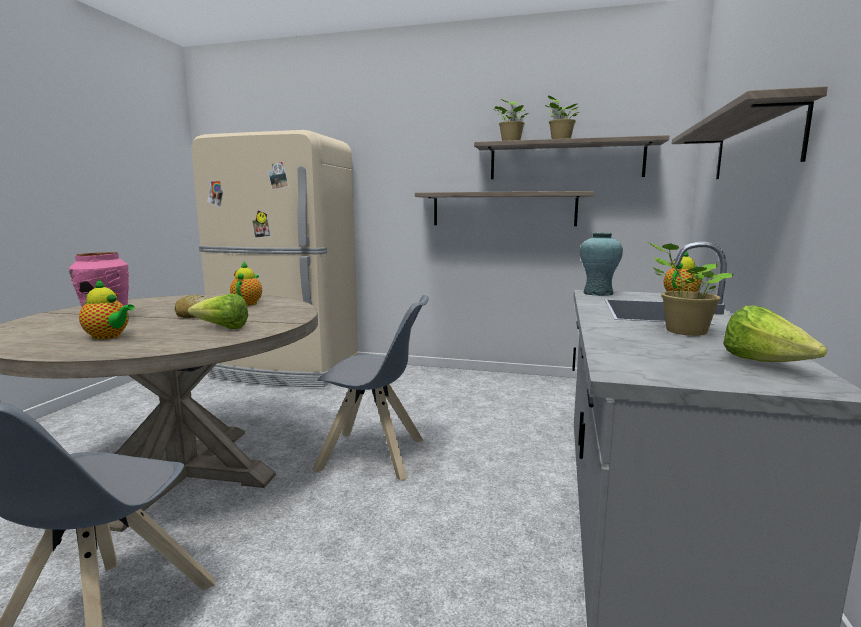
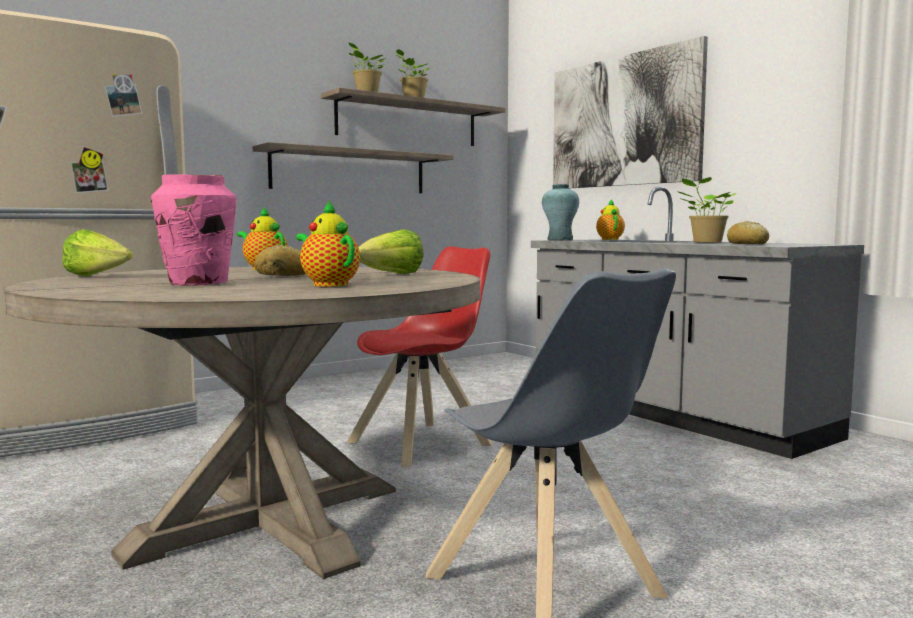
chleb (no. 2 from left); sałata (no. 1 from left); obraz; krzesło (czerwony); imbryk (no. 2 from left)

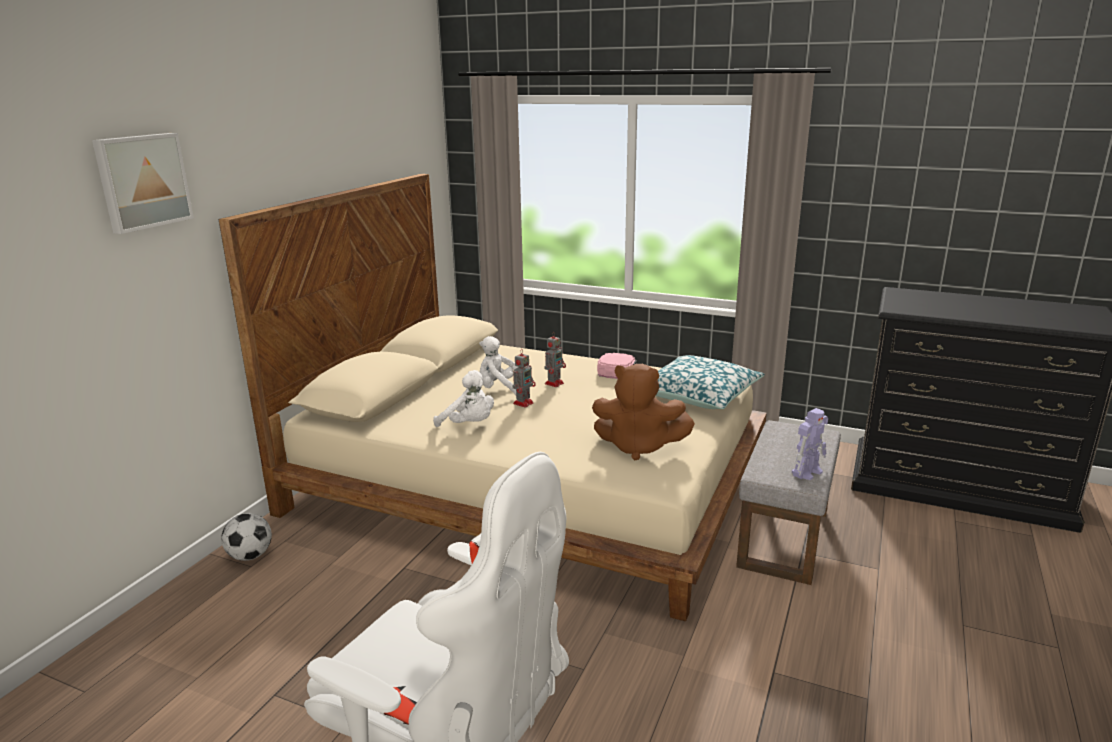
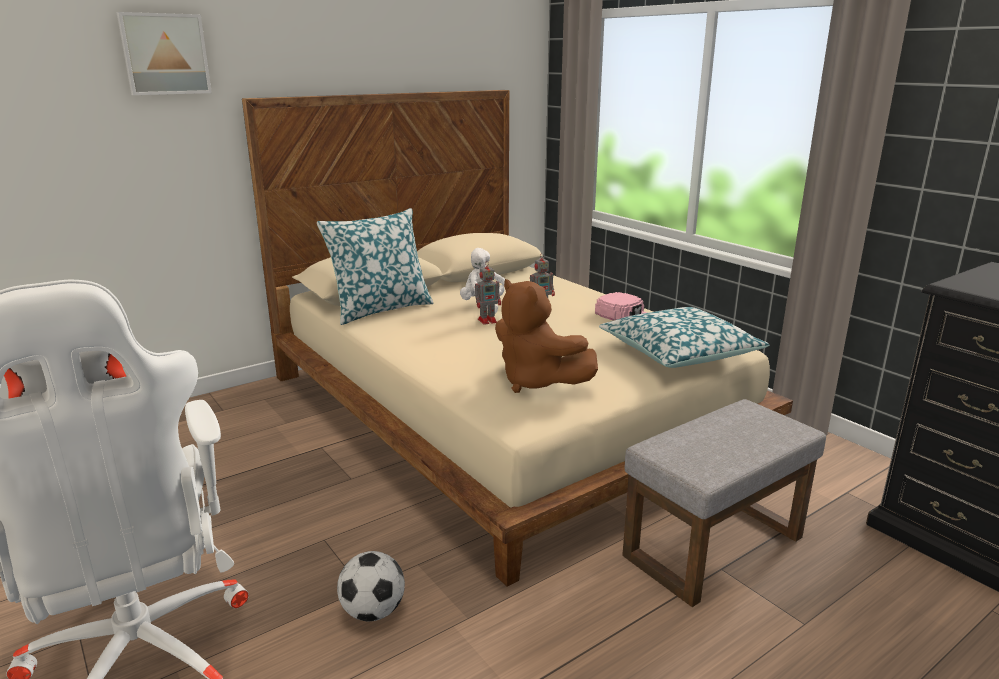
pluszak (biały) (no. 1 from left in the first image); robot zabawkowy (no. 3 from left in the first image); poduszka (no. 1 from left); piłka futbolowa

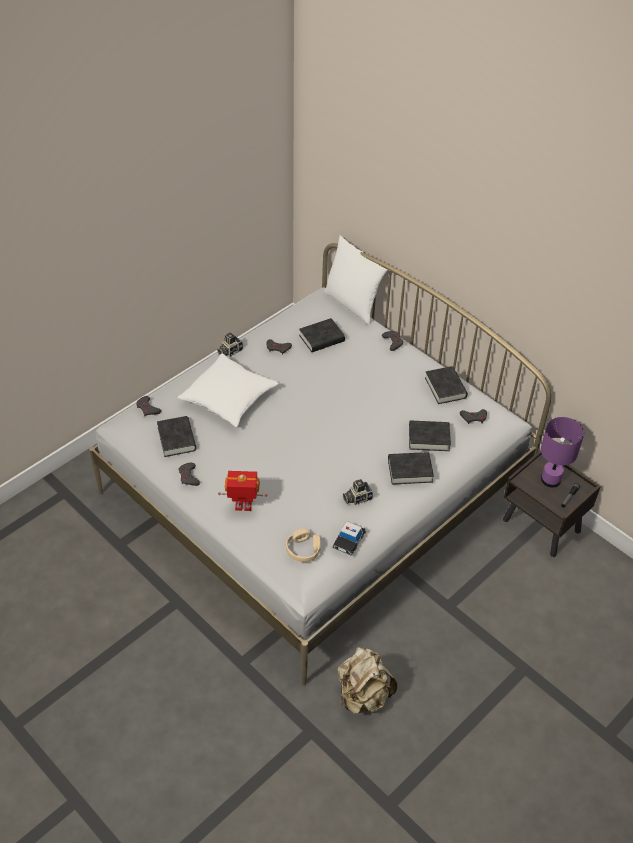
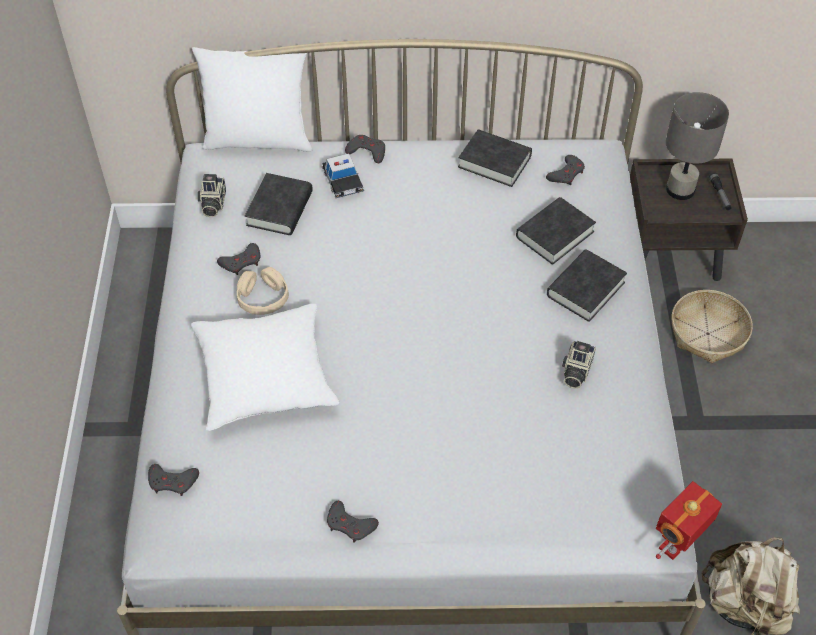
książka (czarny) (no. 1 from left in the first image); koszyk; aparat fotograficzny (no. 1 from left); robot zabawkowy; słuchawki (beżowy); samochodzik; lampa stołowa (szary)

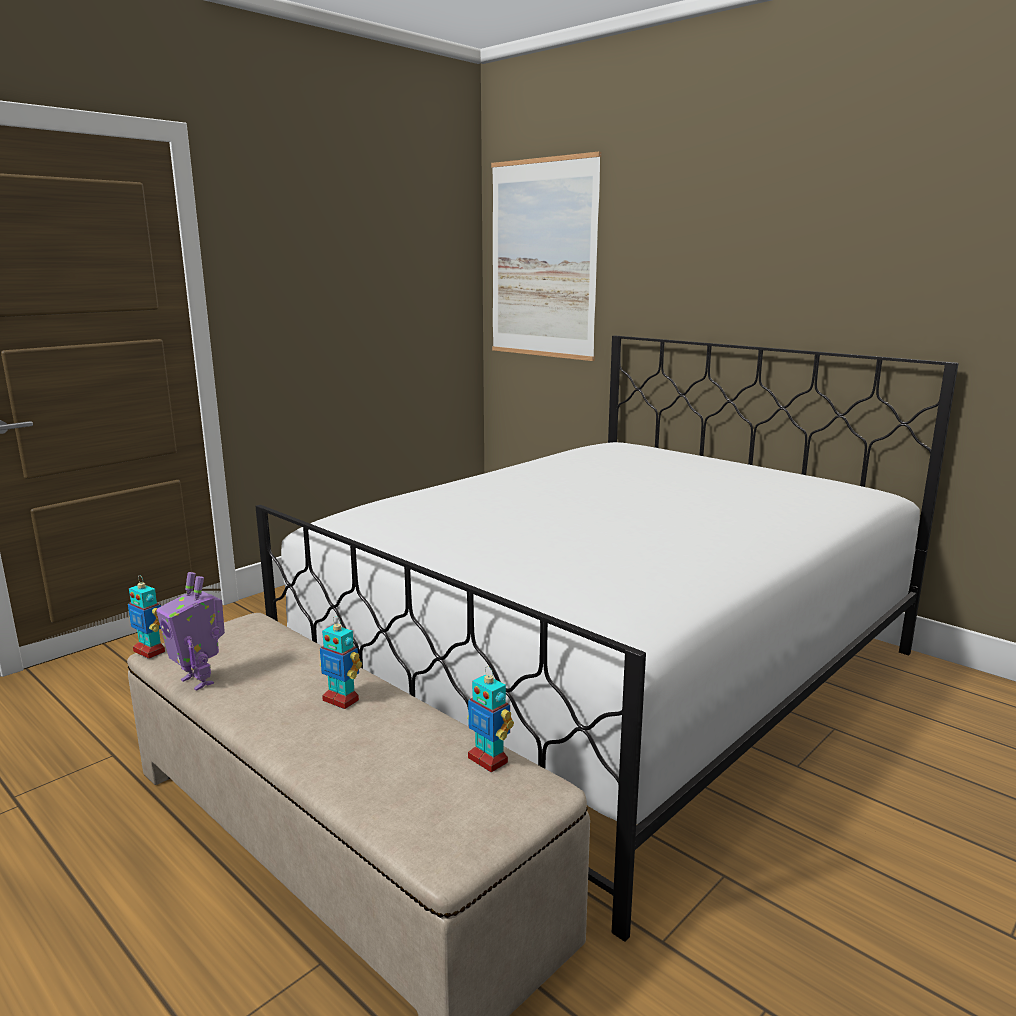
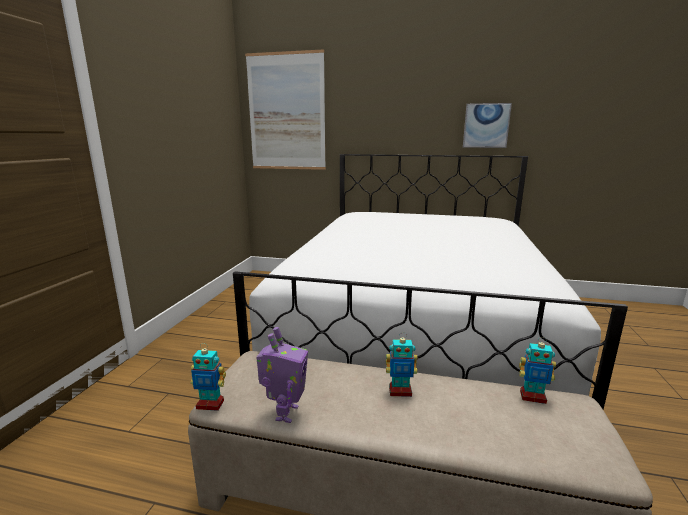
obraz (no. 2 from left); robot zabawkowy (no. 2 from left)

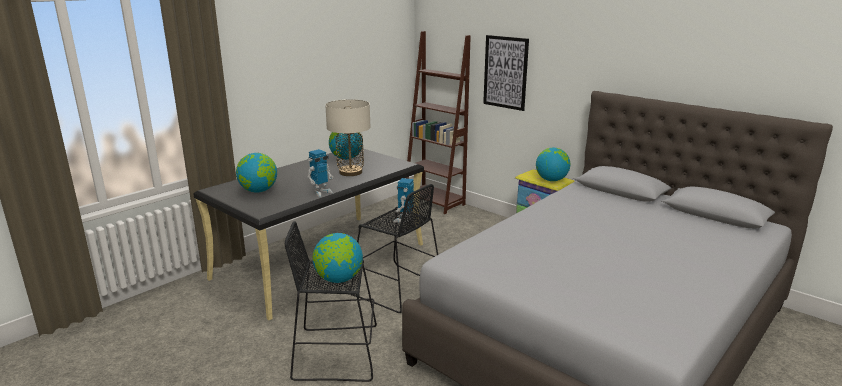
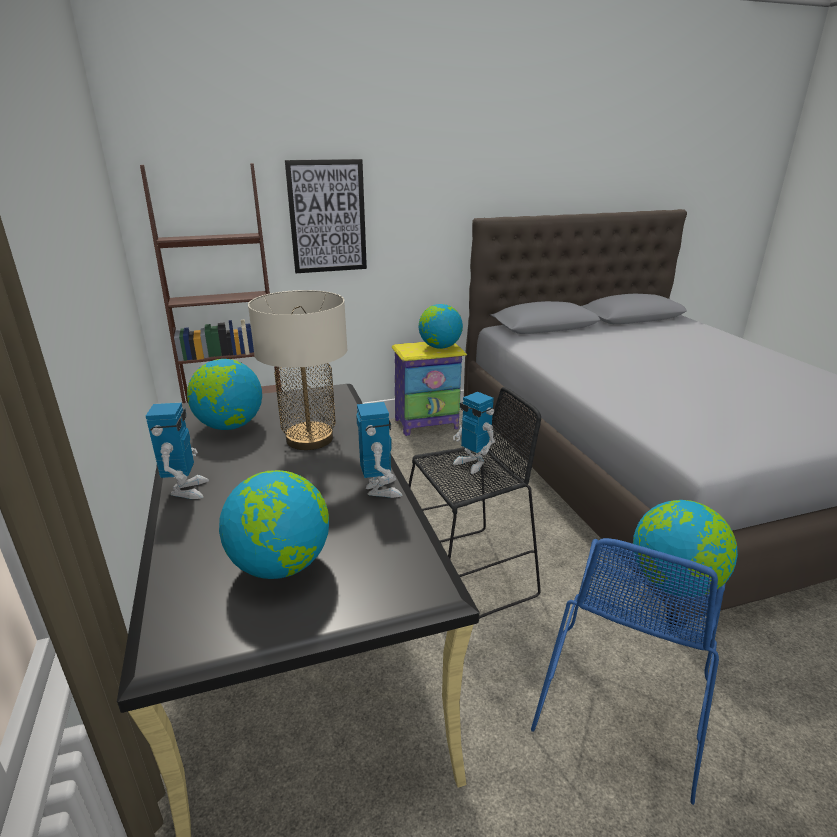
robot zabawkowy (no. 1 from left); stołek (niebieski)

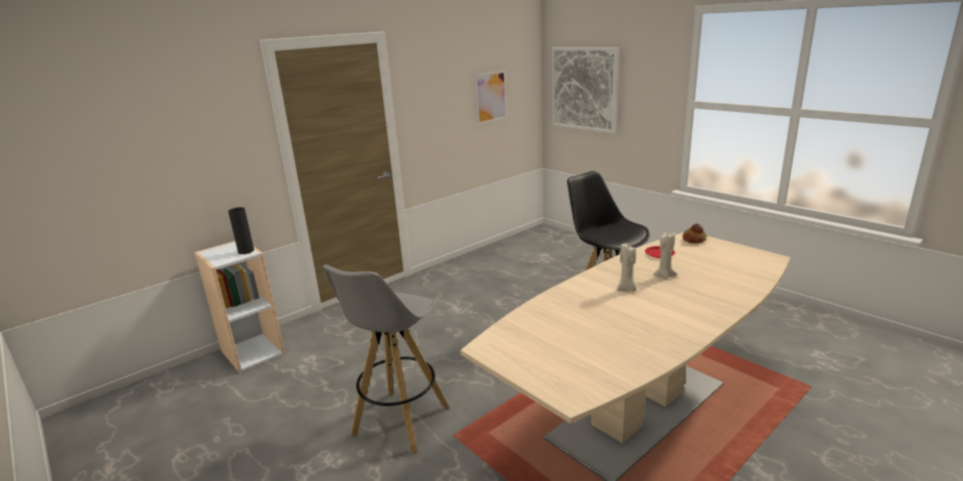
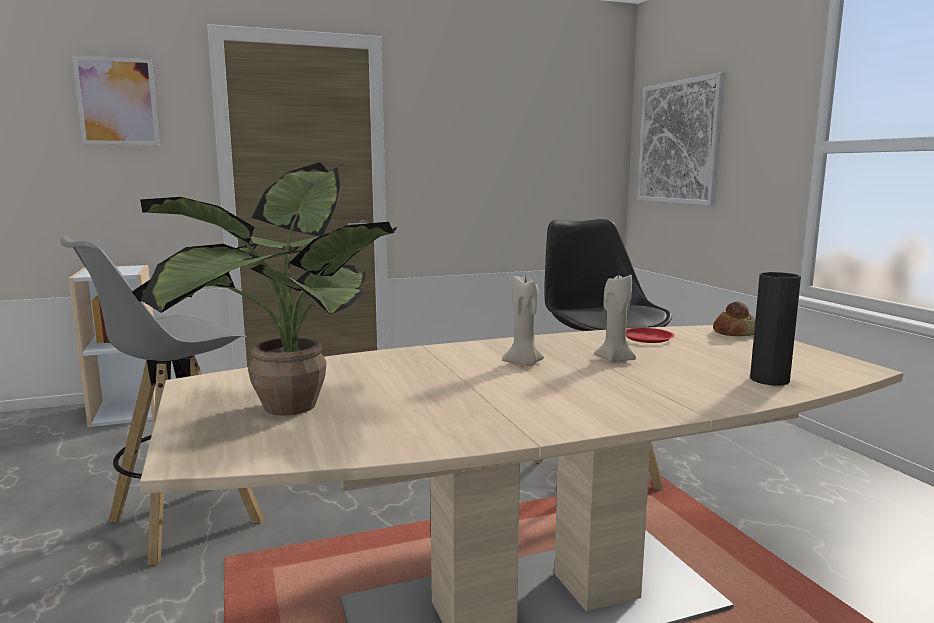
roślina doniczkowa; wazon (czarny); obraz (no. 1 from left)

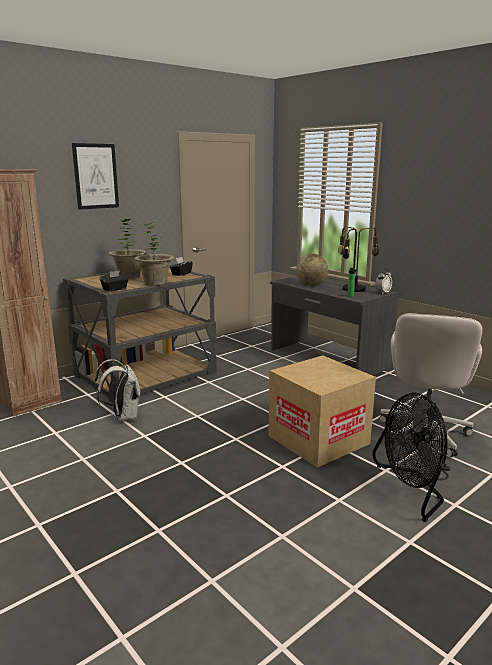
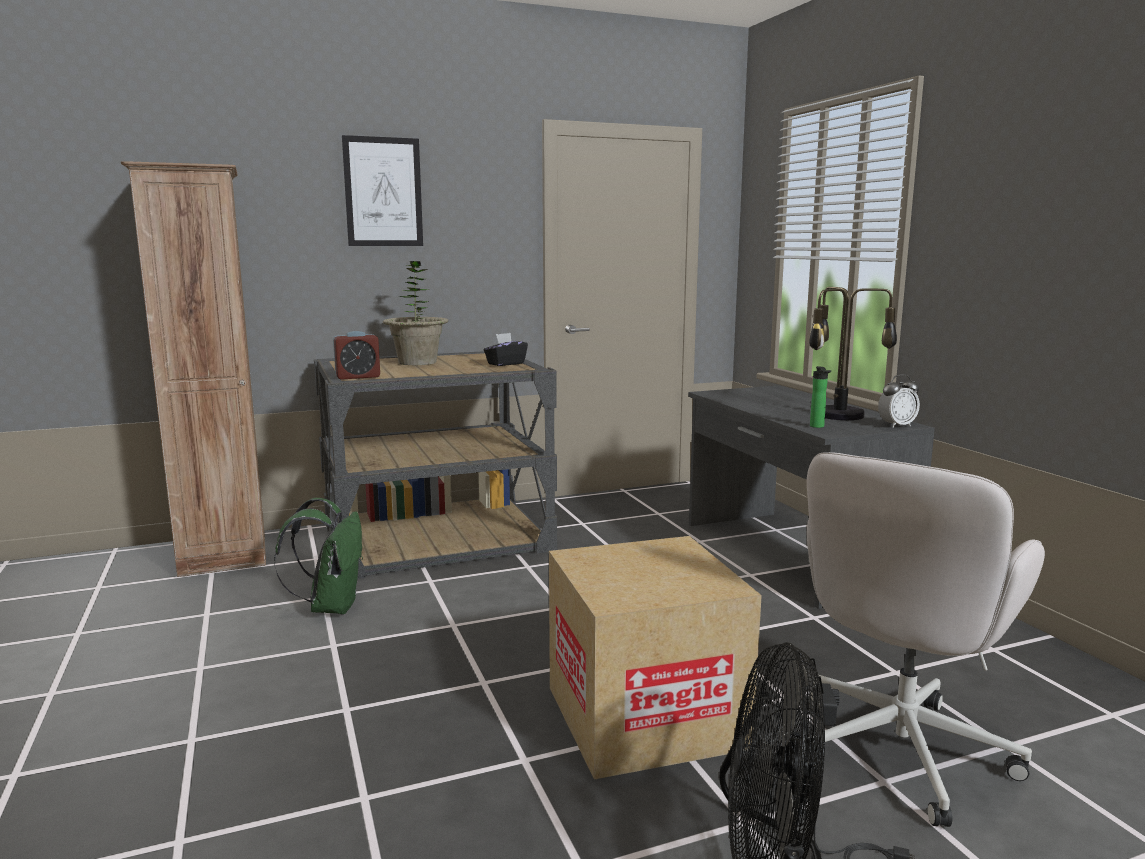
roślina doniczkowa (no. 2 from left in the first image); globus; budzik (no. 1 from left); plecak (zielony)

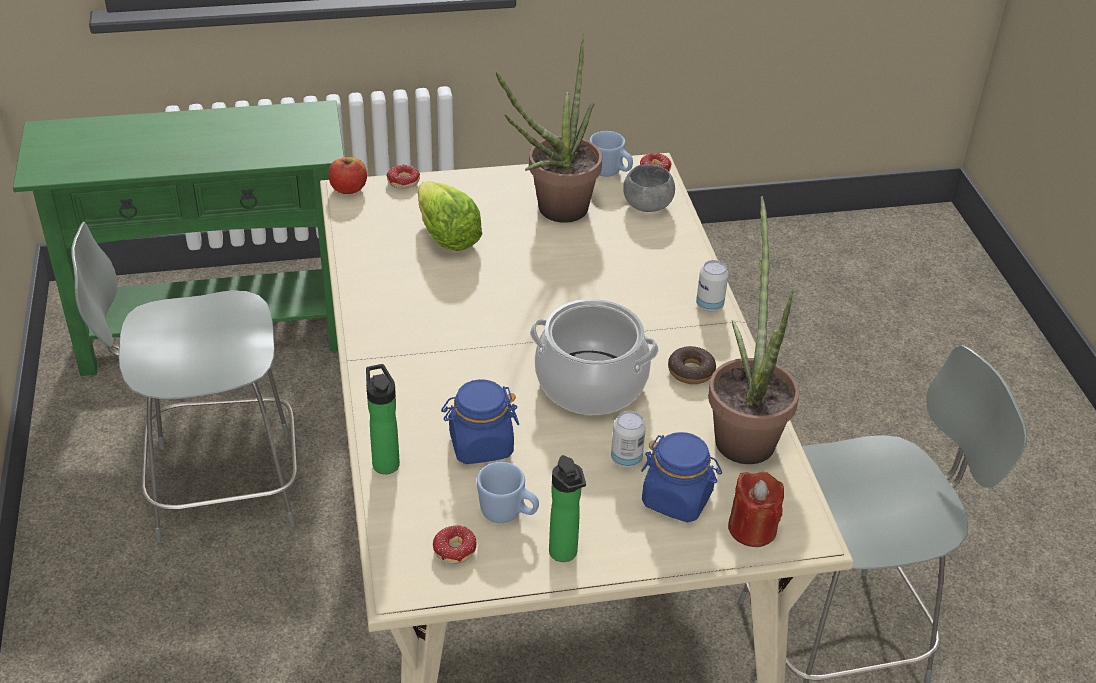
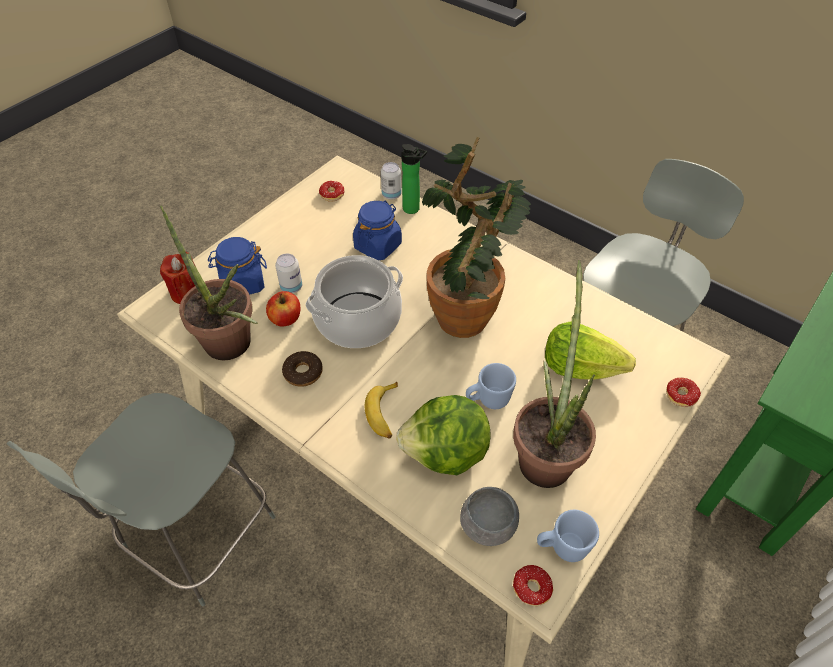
butelka (no. 2 from left in the first image); banan; sałata (no. 1 from left); roślina doniczkowa (no. 2 from left); jabłko; kubek (niebieski) (no. 1 from left); puszka (no. 2 from left)

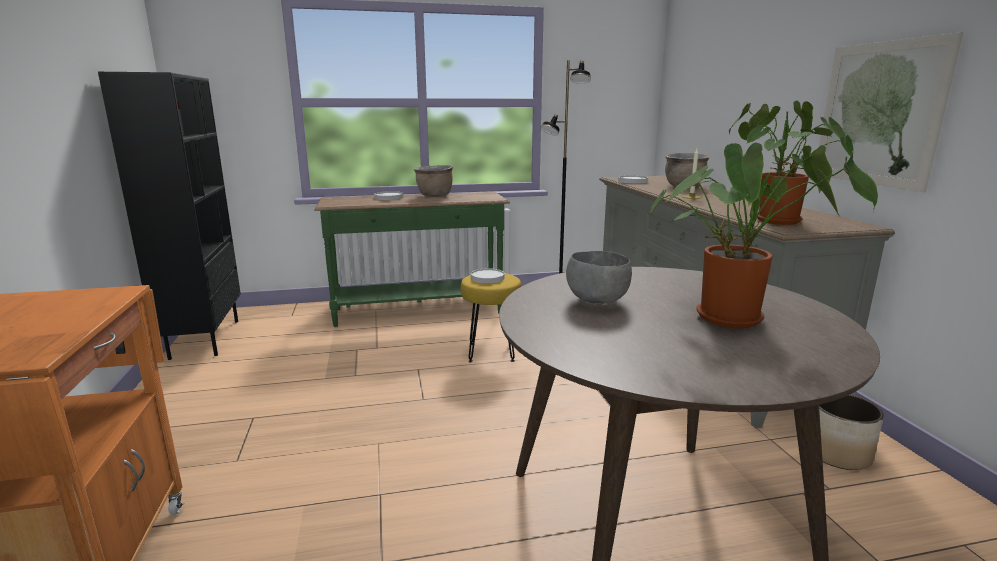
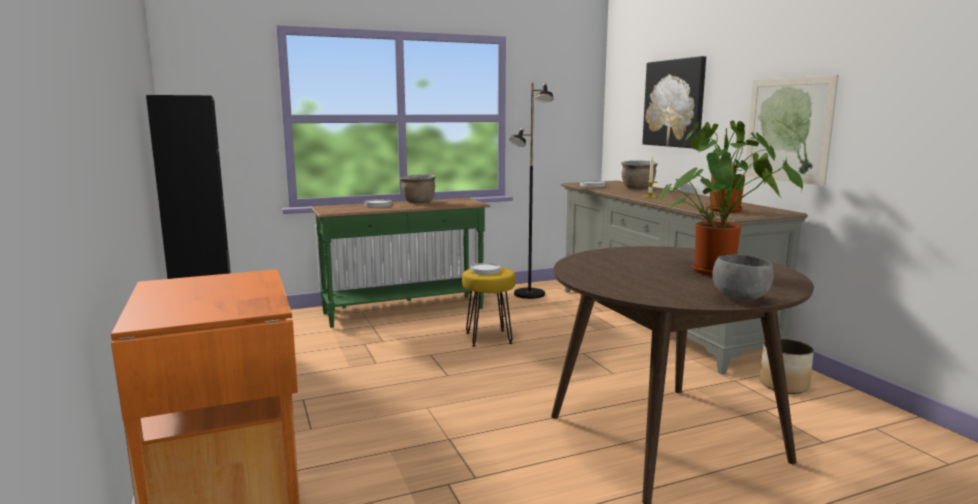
obraz (no. 1 from left); miska (szary)

